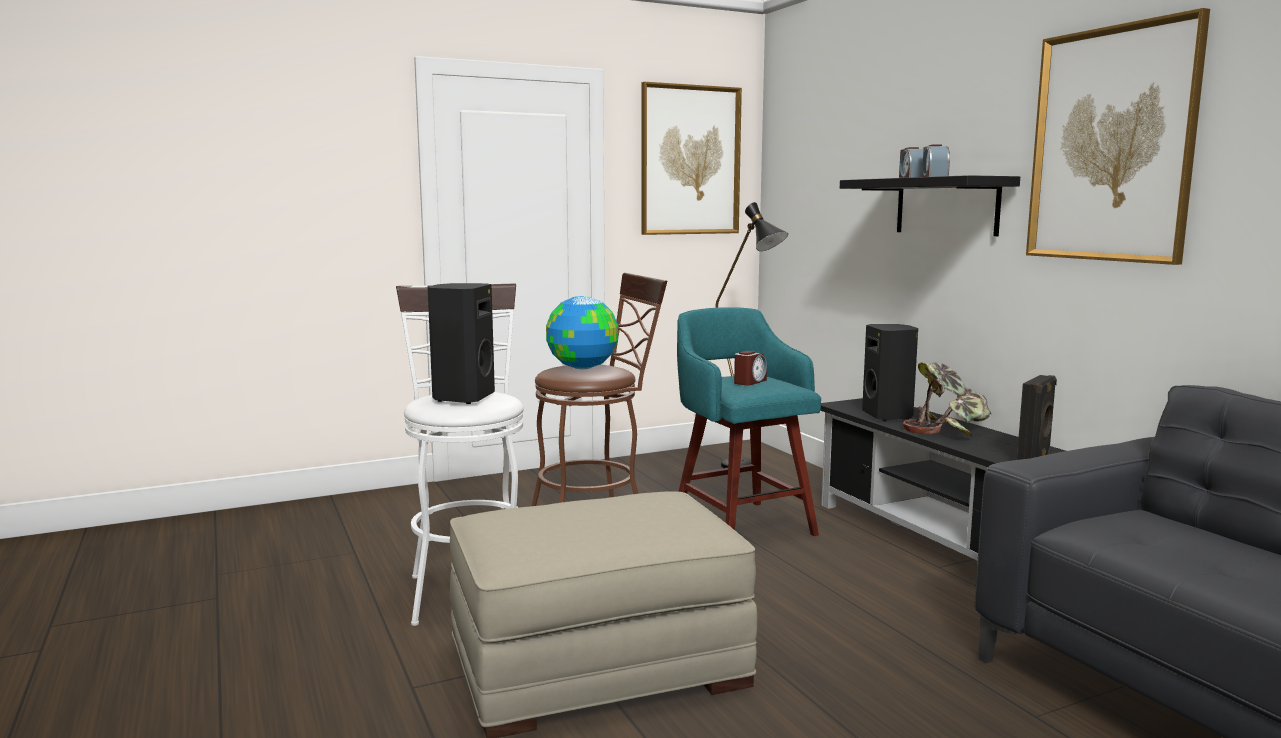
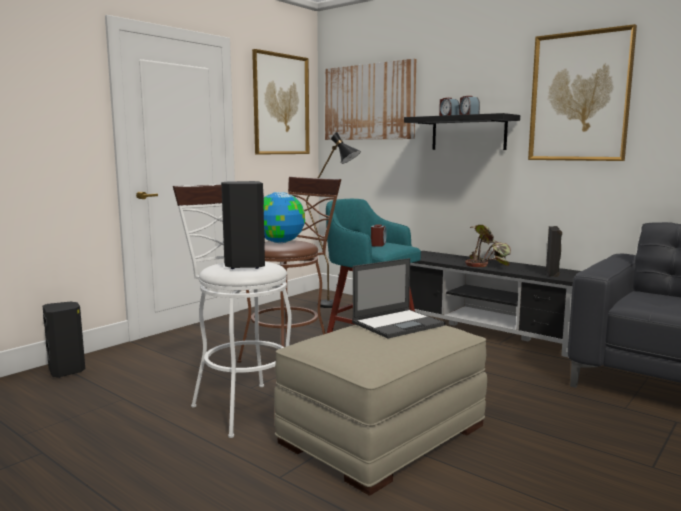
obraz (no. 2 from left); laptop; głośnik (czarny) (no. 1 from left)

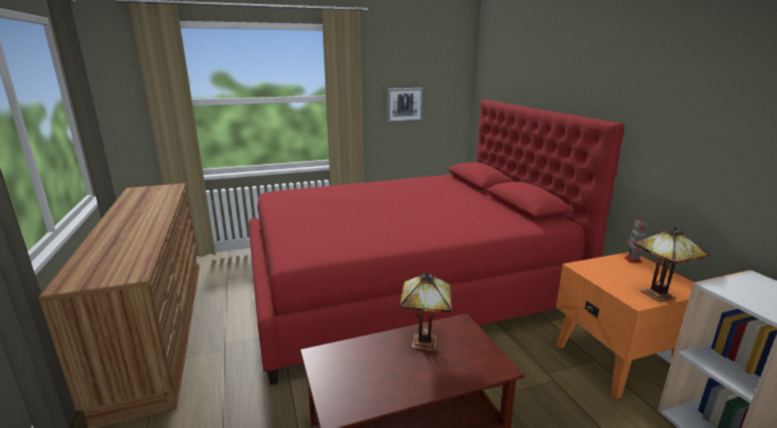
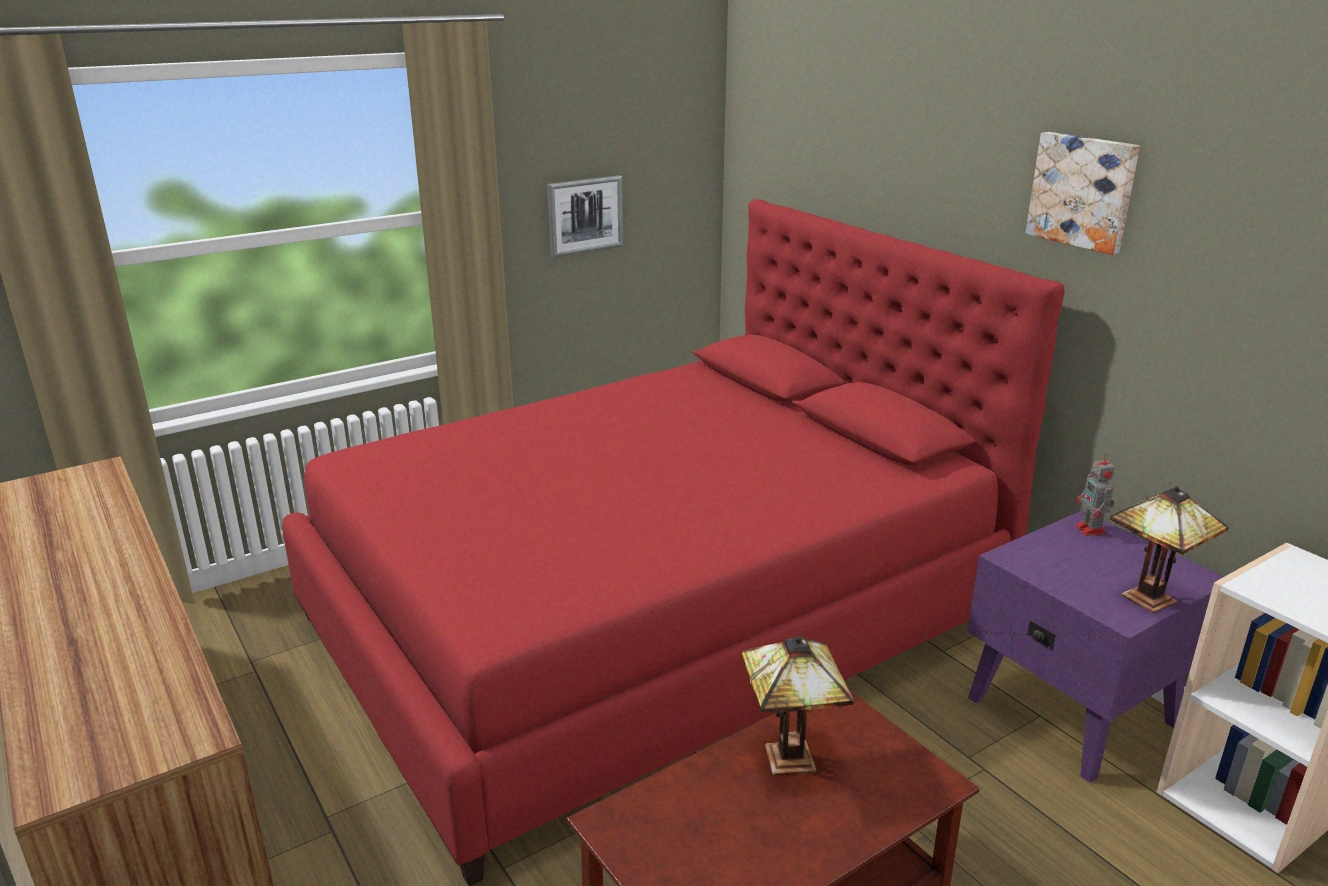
obraz (no. 2 from left); szafka nocna (fioletowy)

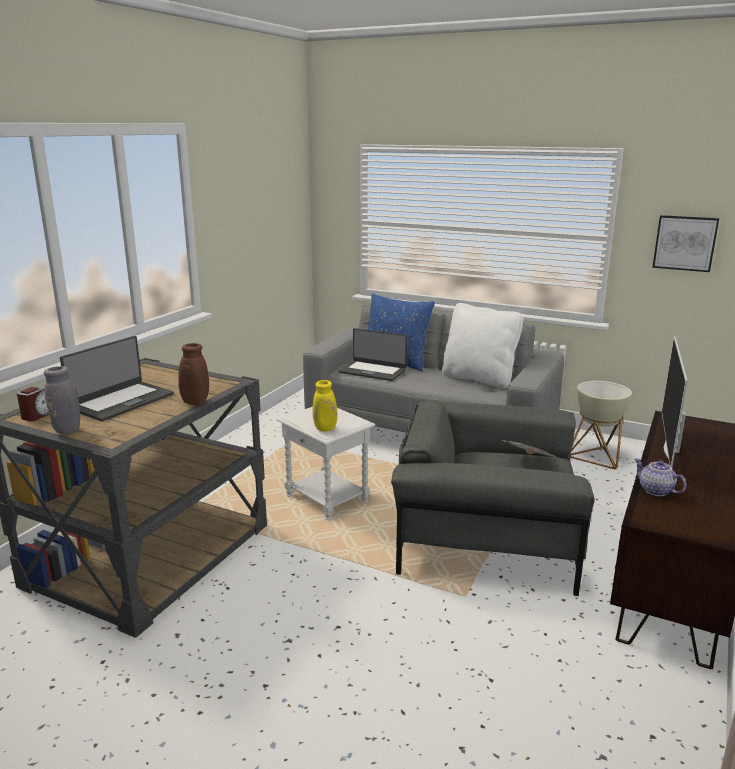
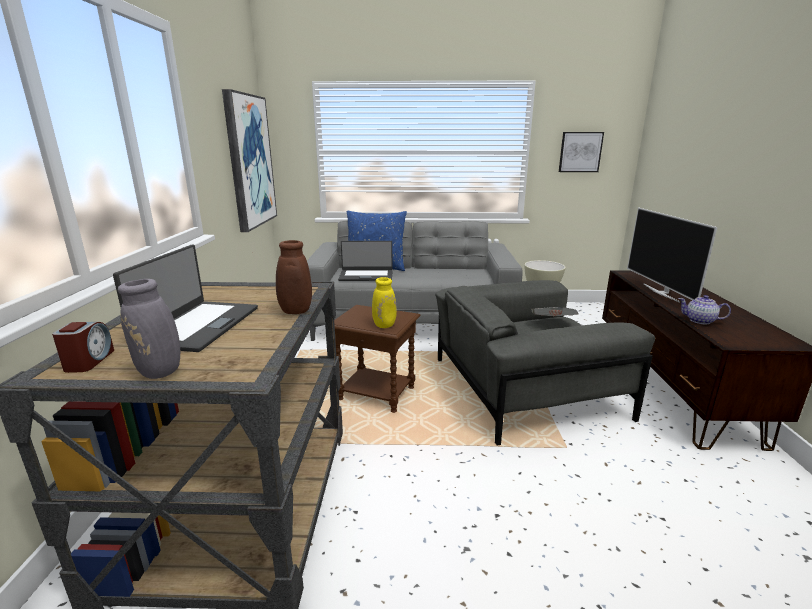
poduszka (biały); obraz (no. 1 from left); stolik (brązowy)

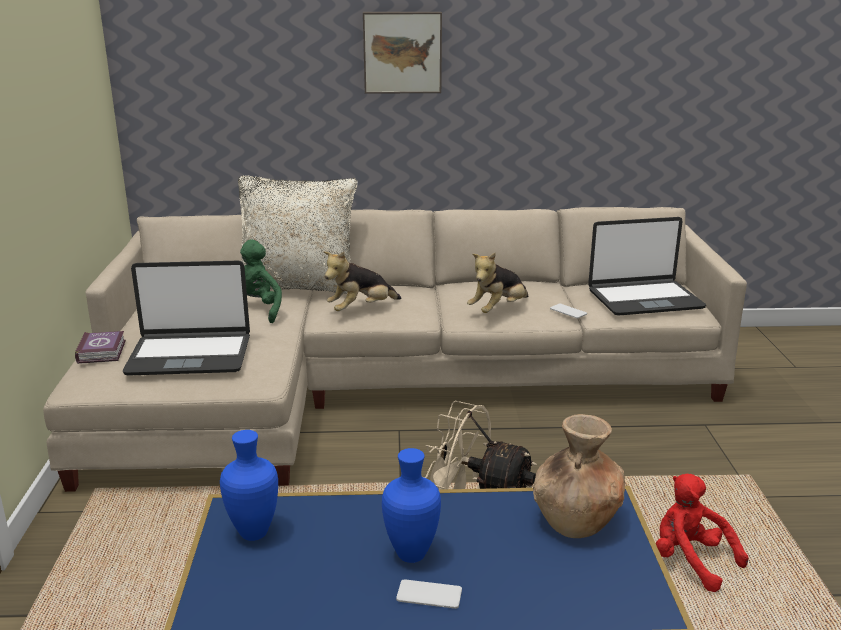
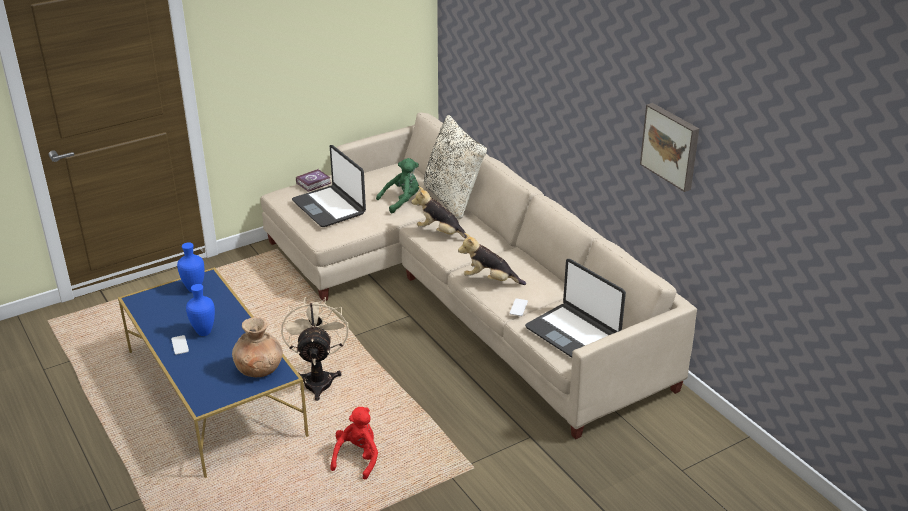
obraz

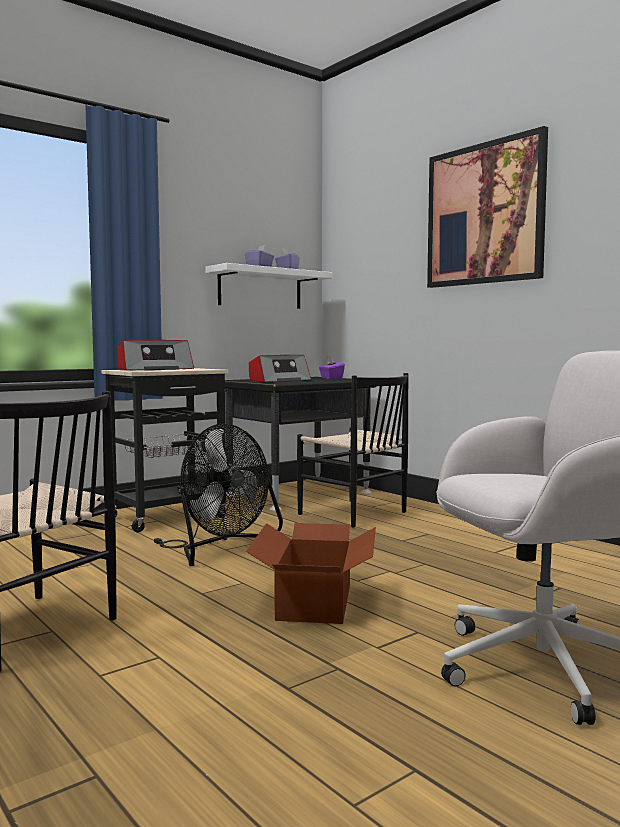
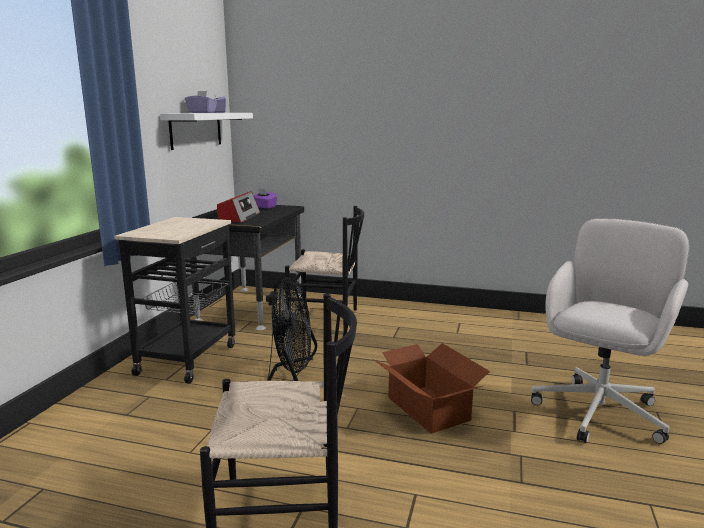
radio (no. 1 from left in the first image); obraz

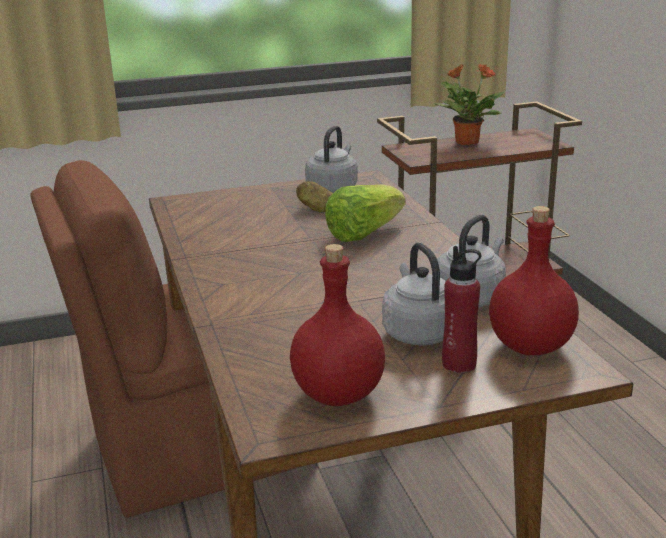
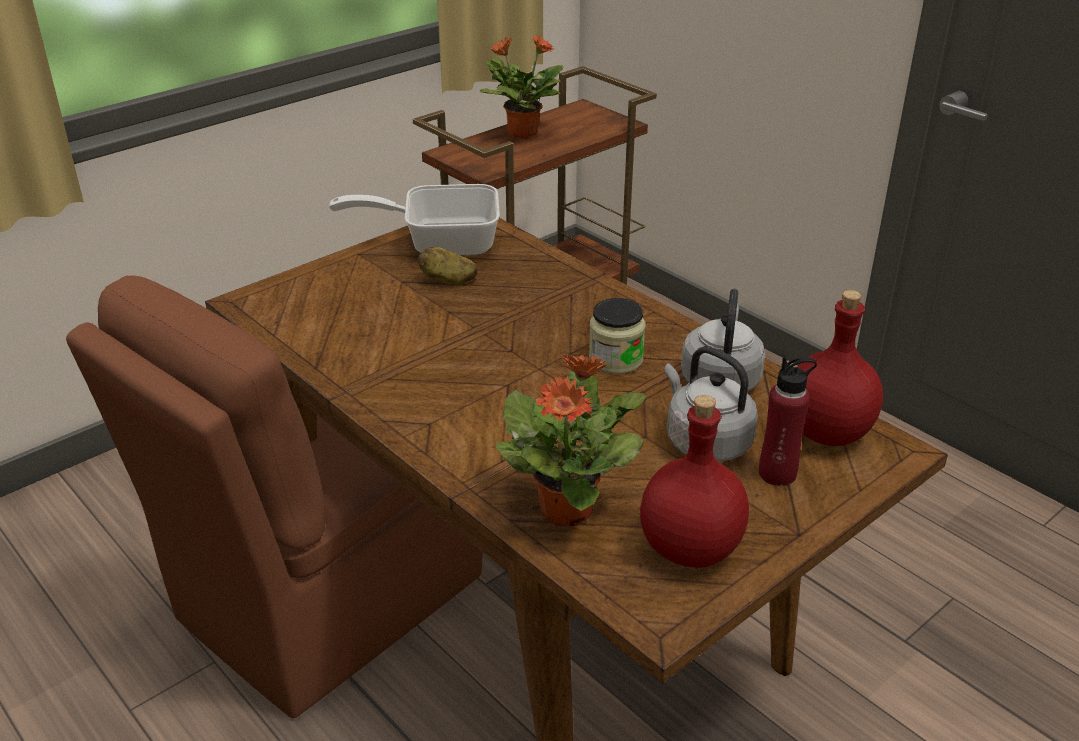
sałata; roślina doniczkowa (no. 2 from left); słoik; patelnia

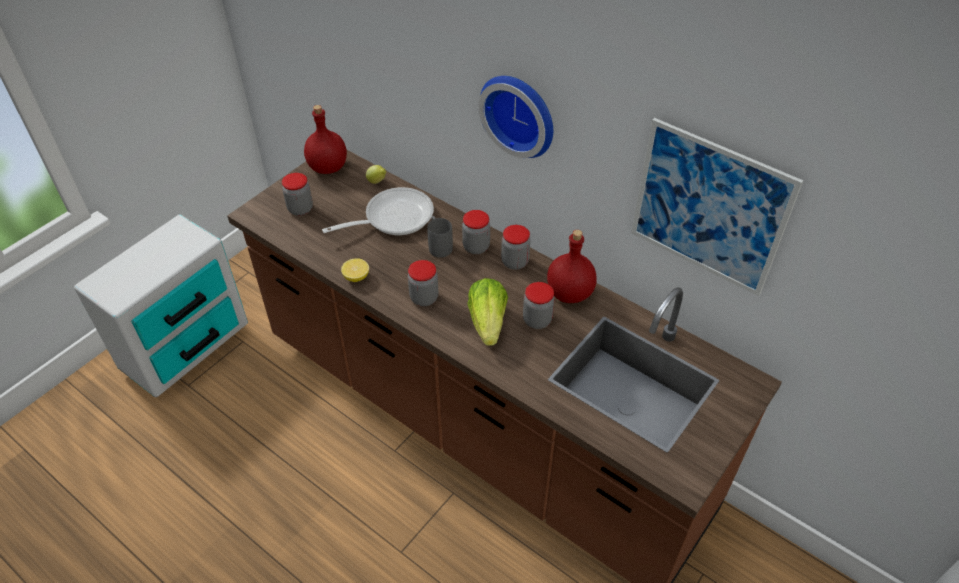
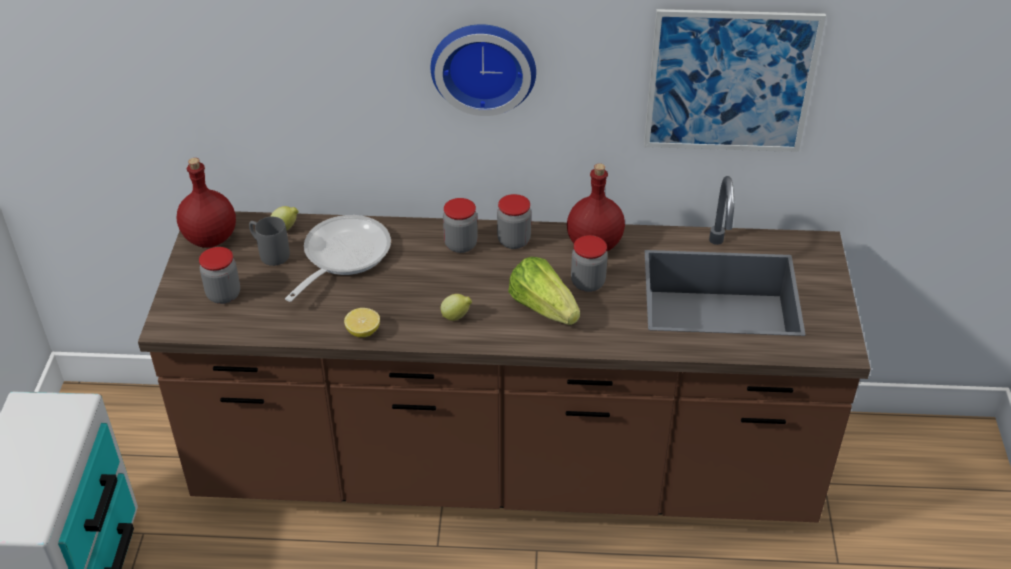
kubek (szary); cytryna (no. 3 from left)

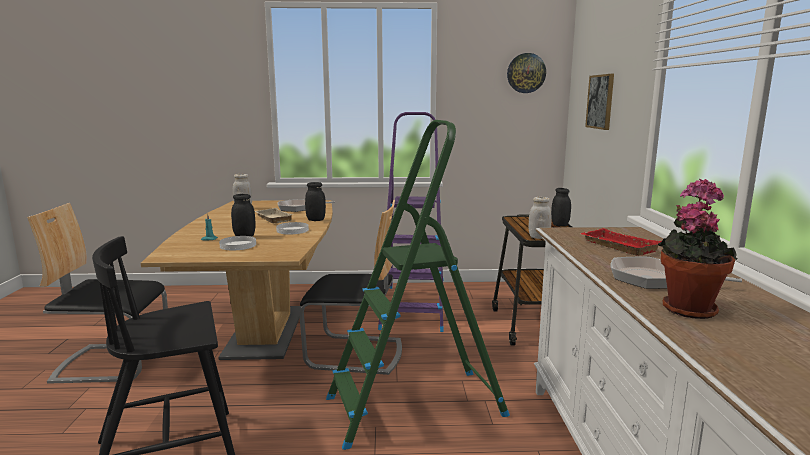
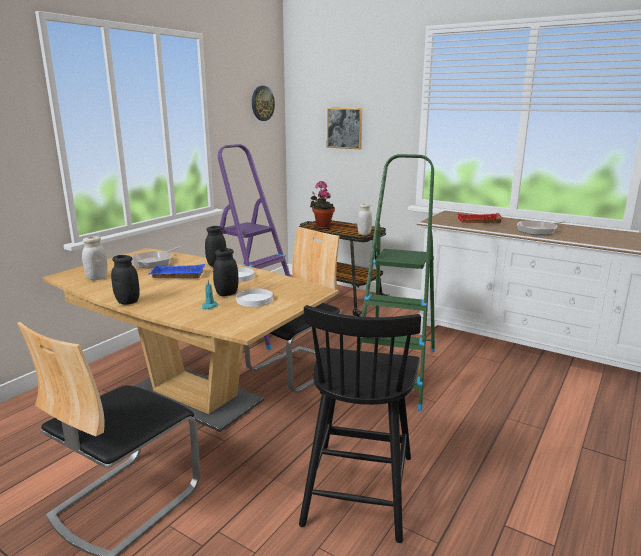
słoik (czarny) (no. 1 from left); roślina doniczkowa; taca (niebieski)

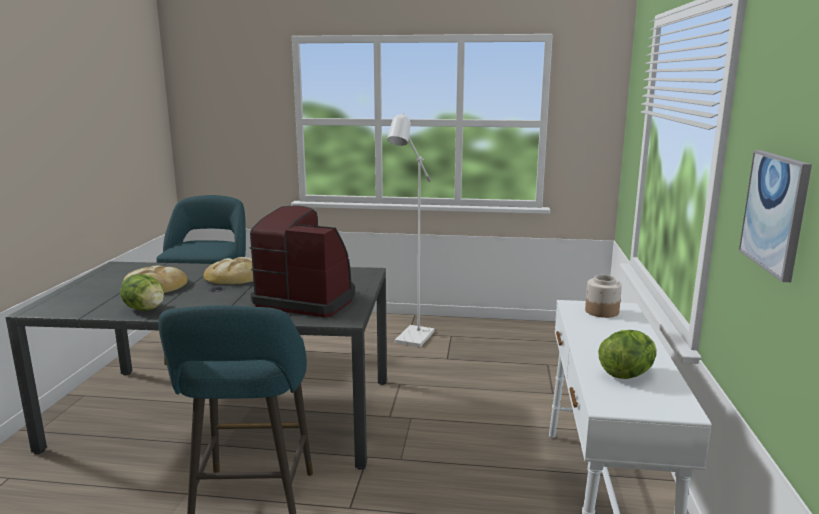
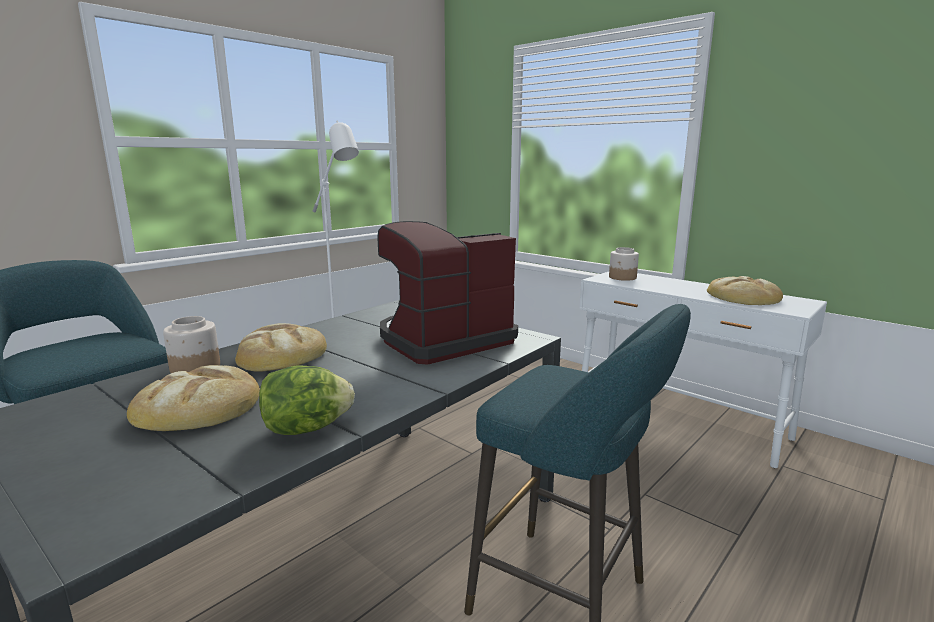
obraz; słoik (no. 1 from left); chleb (no. 3 from left)

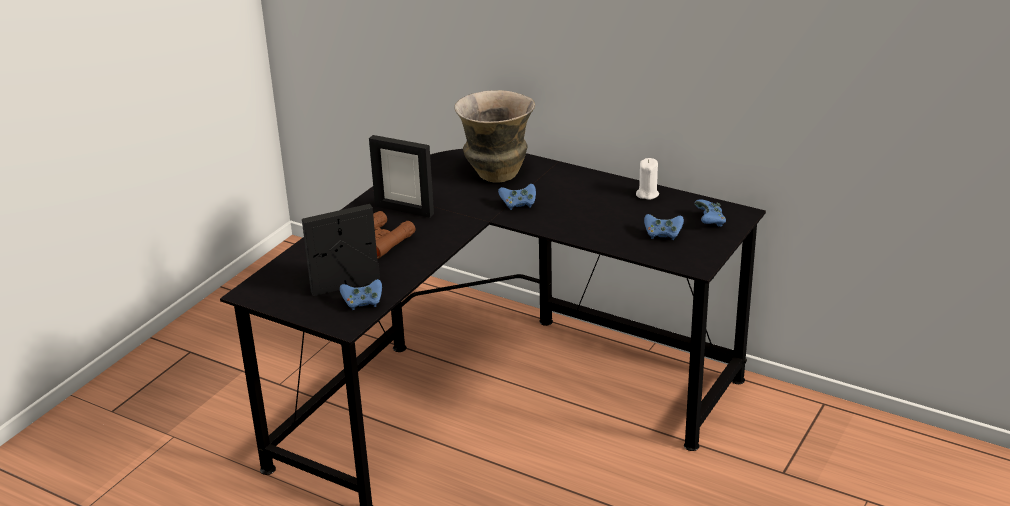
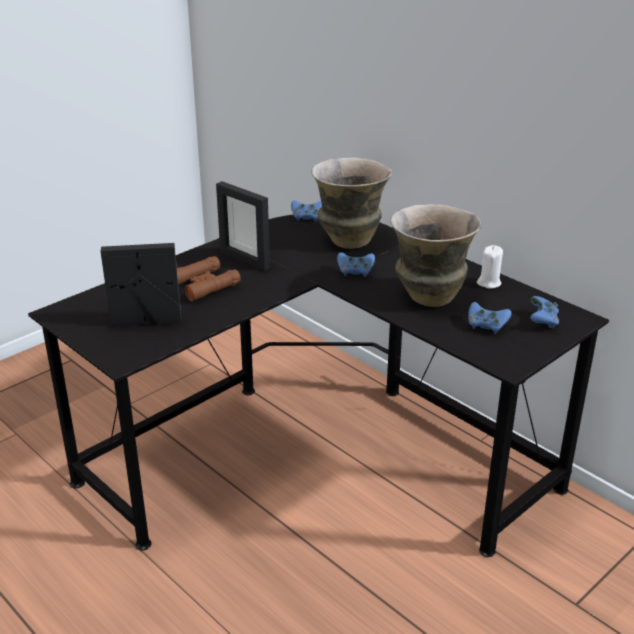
wazon (no. 2 from left); pad do gier (niebieski) (no. 1 from left)

